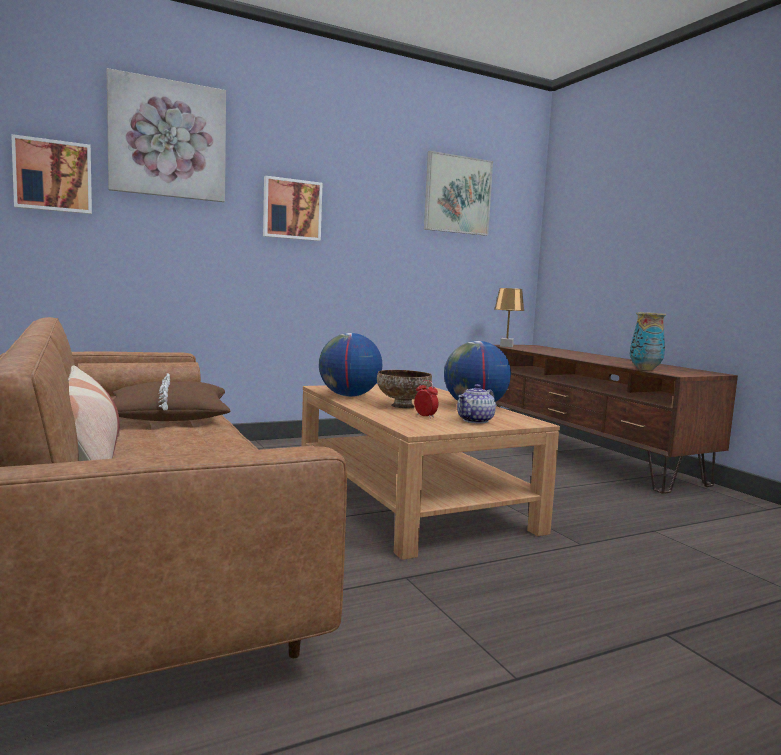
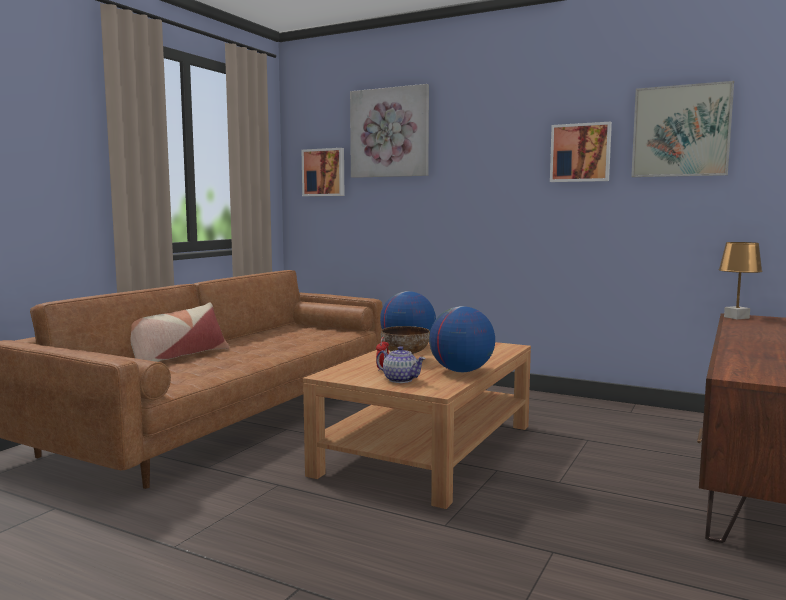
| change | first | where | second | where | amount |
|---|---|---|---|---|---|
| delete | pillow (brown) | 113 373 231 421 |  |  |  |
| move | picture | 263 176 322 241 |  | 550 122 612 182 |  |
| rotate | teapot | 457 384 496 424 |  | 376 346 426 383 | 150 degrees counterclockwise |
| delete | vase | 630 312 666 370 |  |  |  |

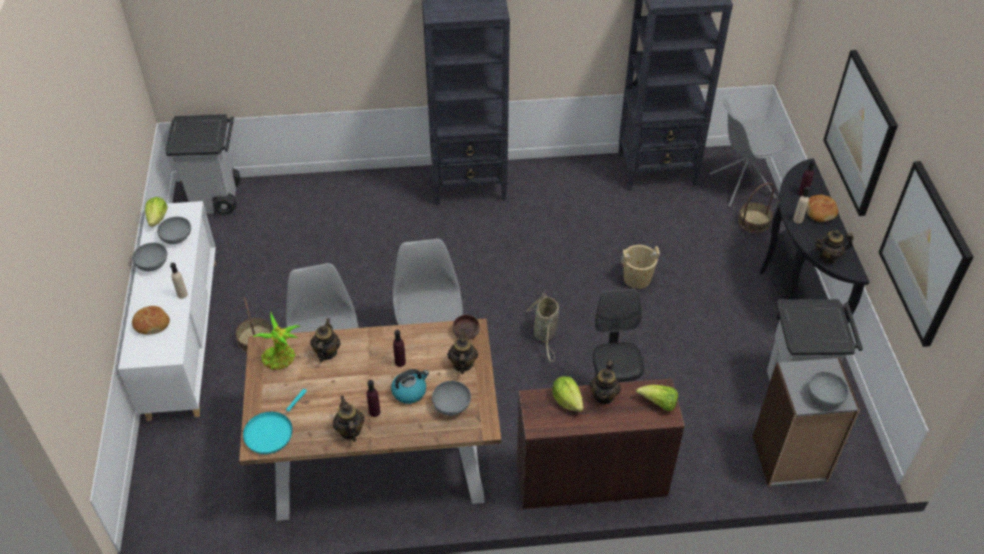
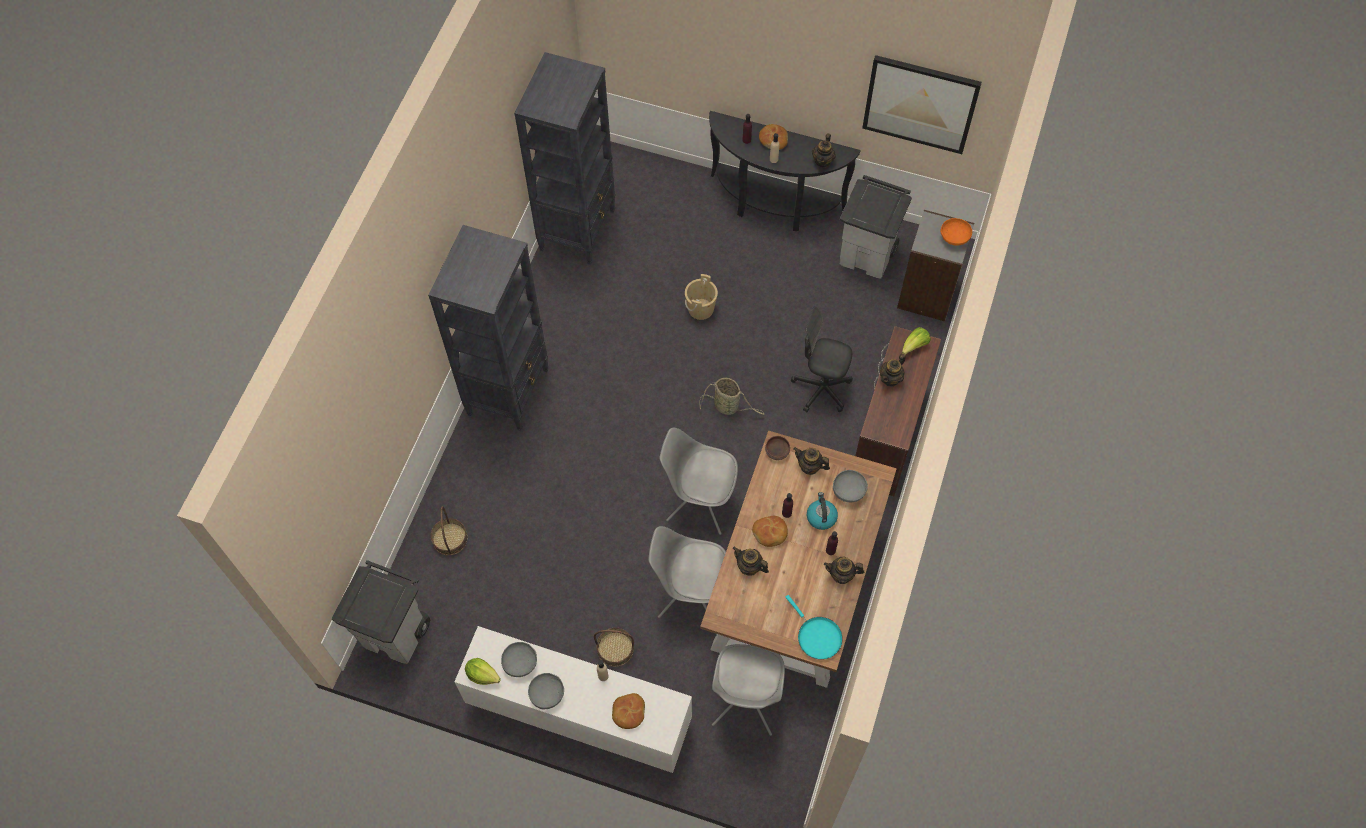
| change | first | where | second | where | amount |
|---|---|---|---|---|---|
| delete | potted plant | 253 312 300 370 |  |  |  |
| delete | lettuce | 553 376 583 412 |  |  |  |
| rotate | teapot | 589 360 621 404 |  | 880 354 906 387 | 90 degrees clockwise |
| move | chair (grey) | 709 99 788 207 |  | 712 644 785 736 |  |
| move | basket | 738 183 774 233 |  | 431 506 468 555 |  |
| recolor | bowl (grey) | 808 372 849 407 | bowl (orange) | 940 218 972 246 |  |
| delete | picture | 823 50 898 216 |  |  |  |
| insert |  |  | bread | 752 516 788 547 |  |

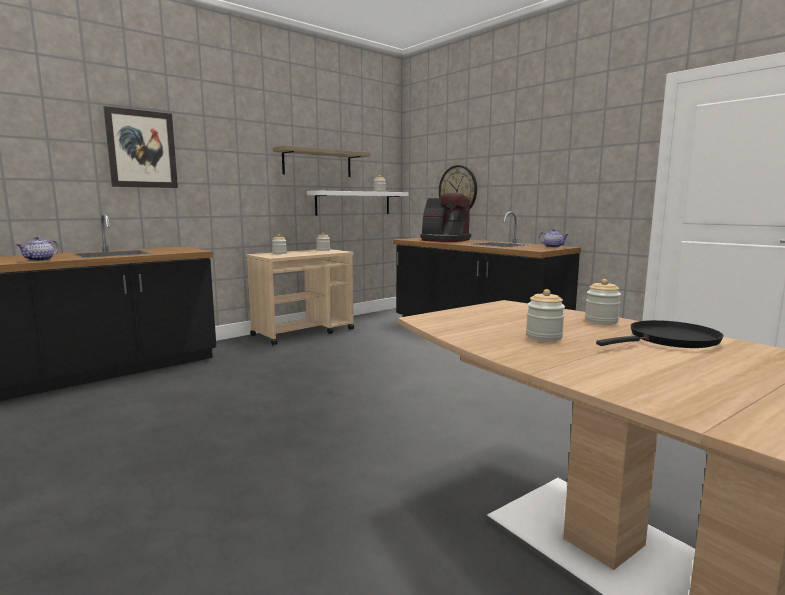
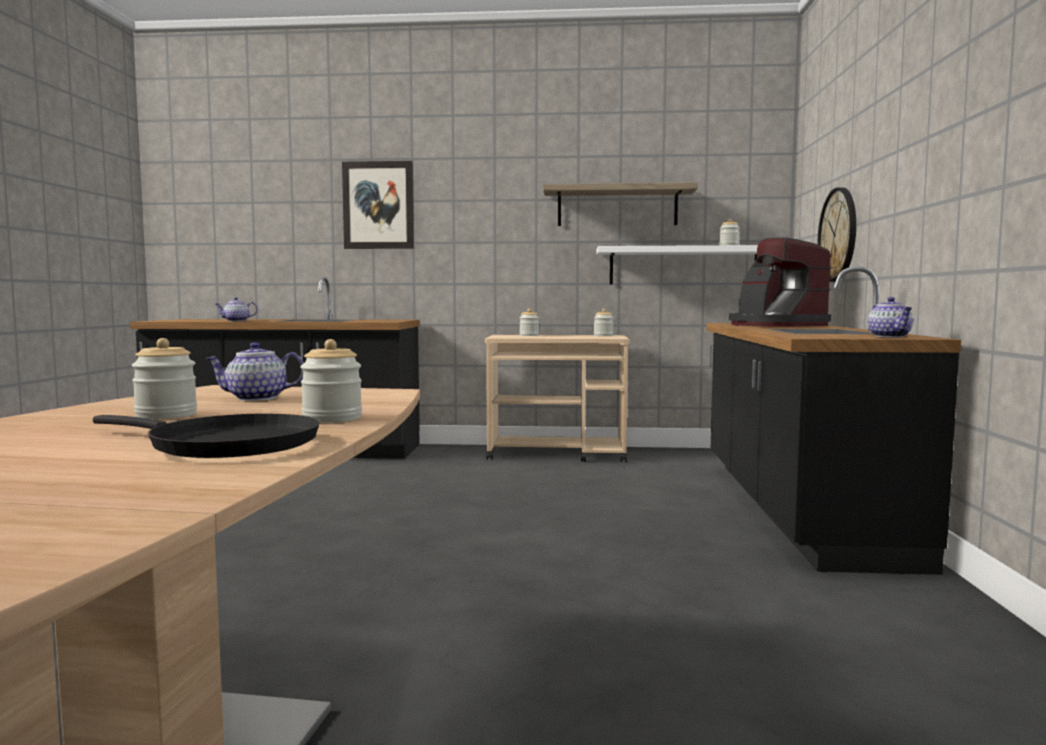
| change | first | where | second | where | amount |
|---|---|---|---|---|---|
| insert |  |  | teapot | 205 342 304 401 |  |

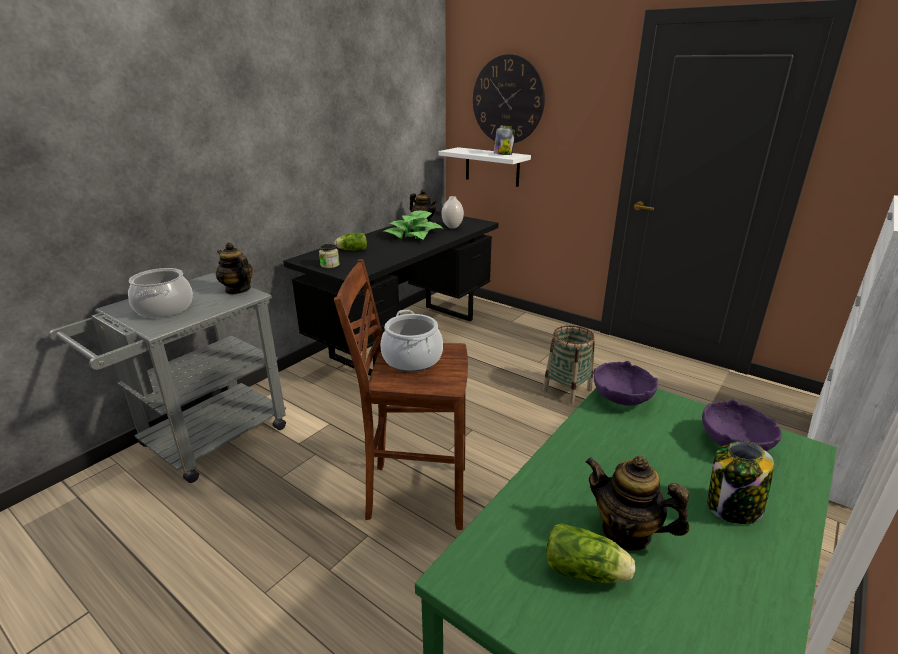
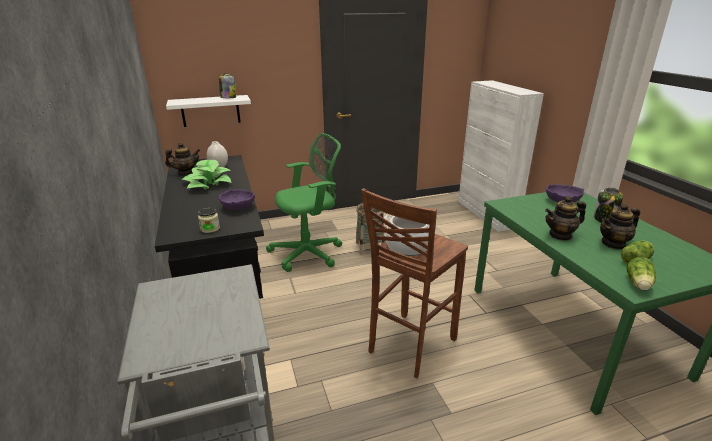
| change | first | where | second | where | amount |
|---|---|---|---|---|---|
| delete | cooking pot | 128 268 193 318 |  |  |  |
| move | teapot | 216 242 253 295 |  | 545 196 586 241 |  |
| move | lettuce | 334 232 367 251 |  | 626 257 656 290 |  |
| delete | wall clock | 473 54 545 143 |  |  |  |
| move | bowl (purple) | 594 361 658 406 |  | 219 189 255 210 |  |
| insert |  |  | office chair (green) | 266 133 342 272 |  |

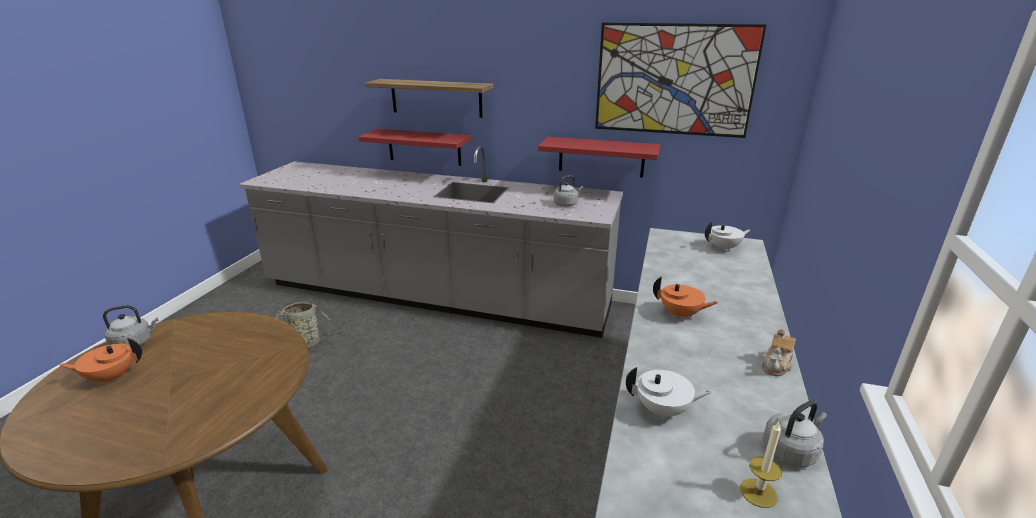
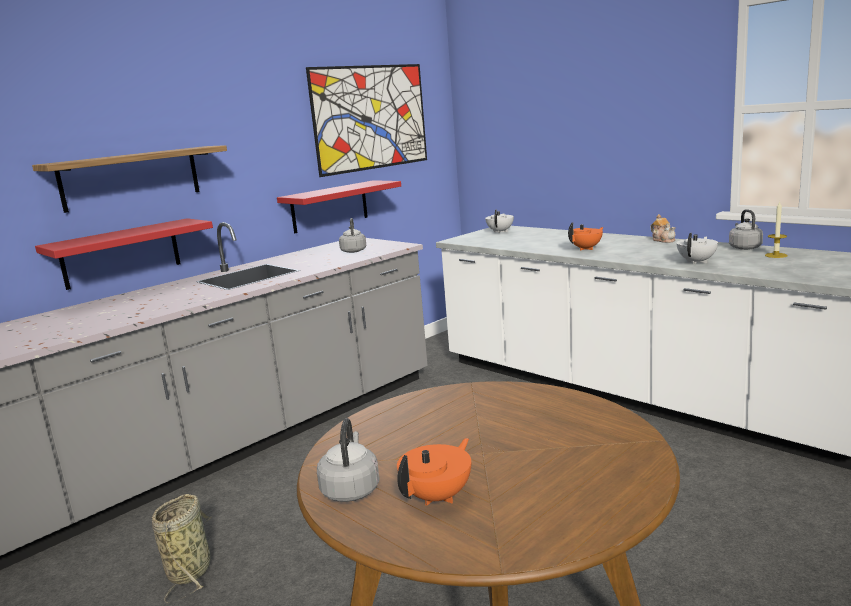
| change | first | where | second | where | amount |
|---|---|---|---|---|---|
| rotate | teapot (orange) | 59 338 142 384 |  | 397 438 471 506 | 150 degrees counterclockwise |

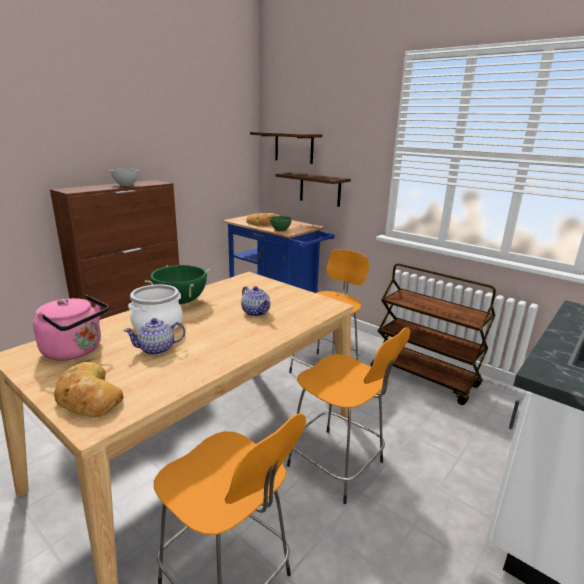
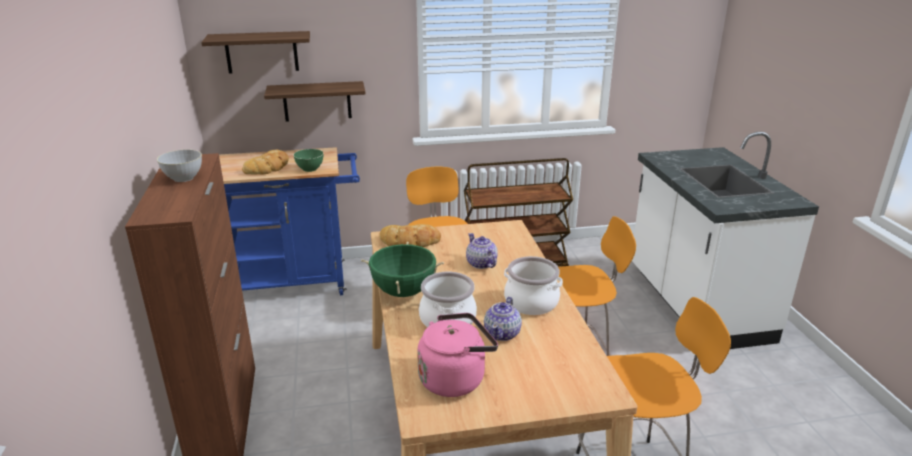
| change | first | where | second | where | amount |
|---|---|---|---|---|---|
| move | bread | 54 362 124 418 |  | 379 224 441 247 |  |
| rotate | teapot | 241 286 270 317 |  | 466 233 498 269 | 120 degrees counterclockwise |
| insert |  |  | cooking pot | 504 256 563 315 |  |

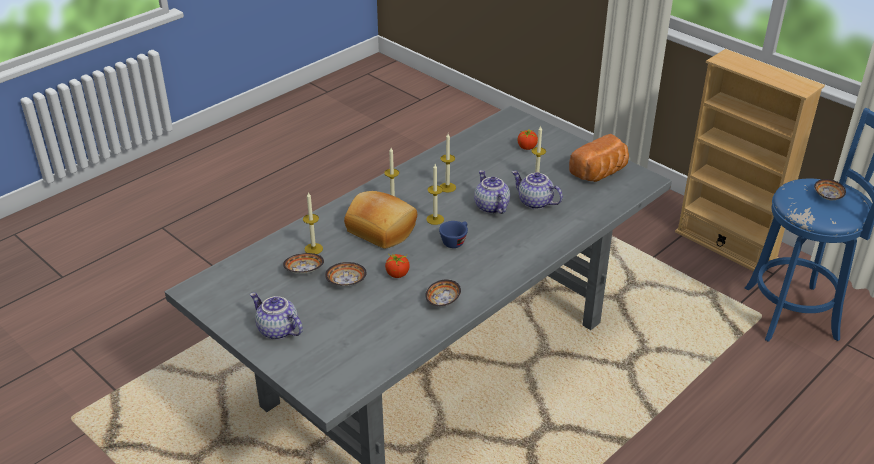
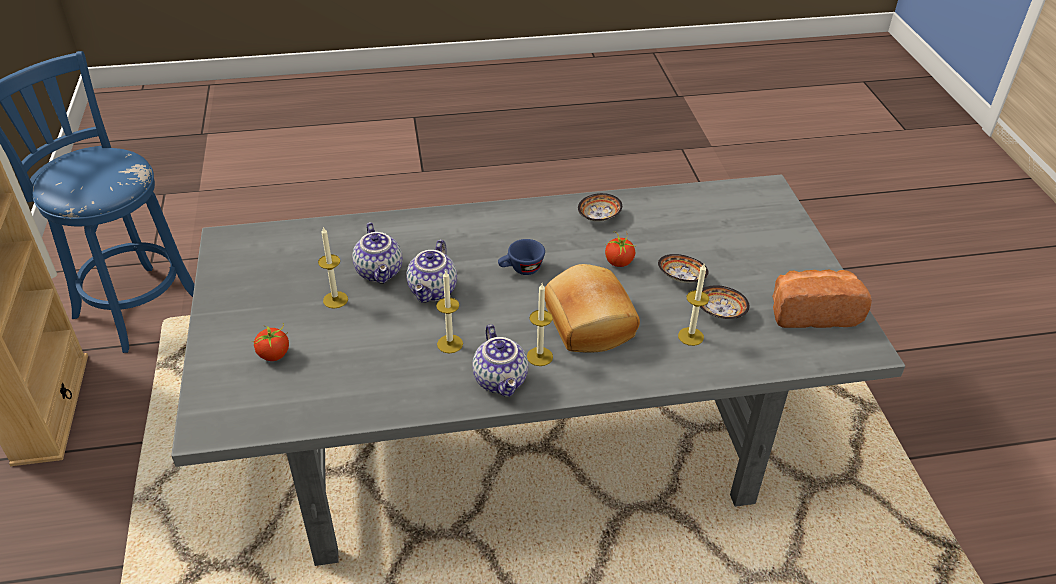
| change | first | where | second | where | amount |
|---|---|---|---|---|---|
| move | teapot | 250 292 303 340 |  | 472 324 528 397 |  |
| delete | candle | 426 164 444 225 |  |  |  |
| move | bread | 569 134 629 182 |  | 772 270 872 328 |  |
| delete | bowl | 814 179 846 200 |  |  |  |

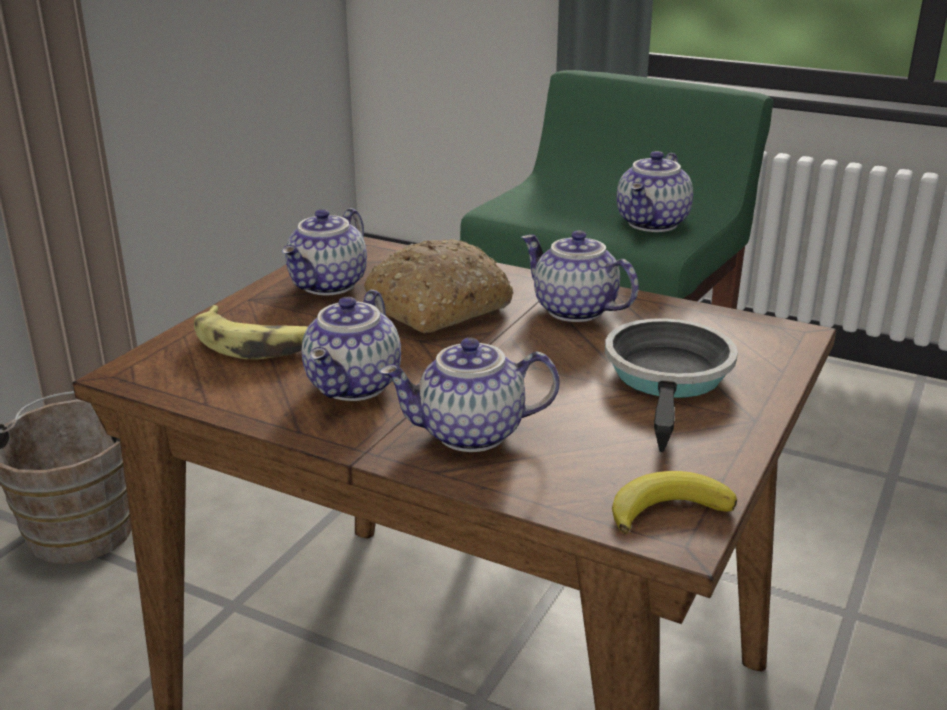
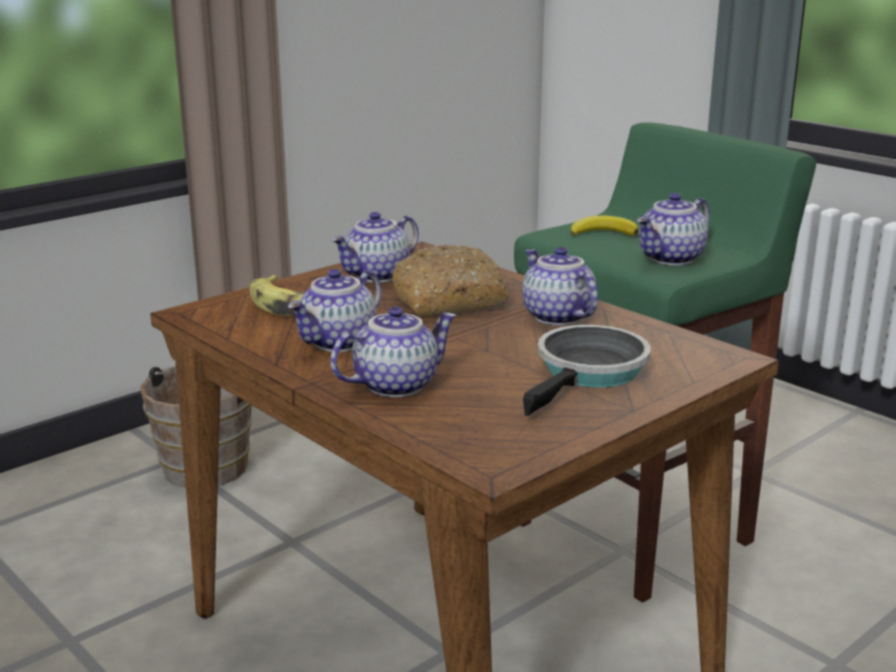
| change | first | where | second | where | amount |
|---|---|---|---|---|---|
| rotate | teapot | 379 338 560 452 |  | 330 306 457 397 | 135 degrees clockwise |
| move | banana | 612 471 737 534 |  | 571 216 638 236 |  |

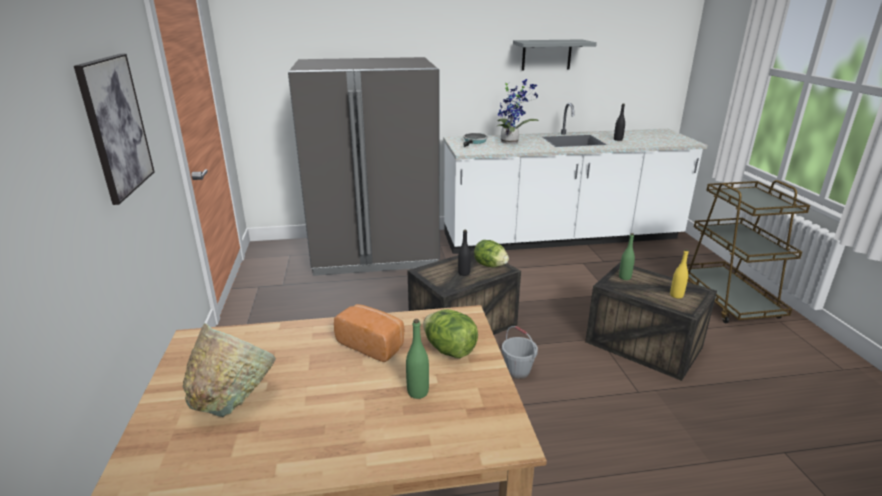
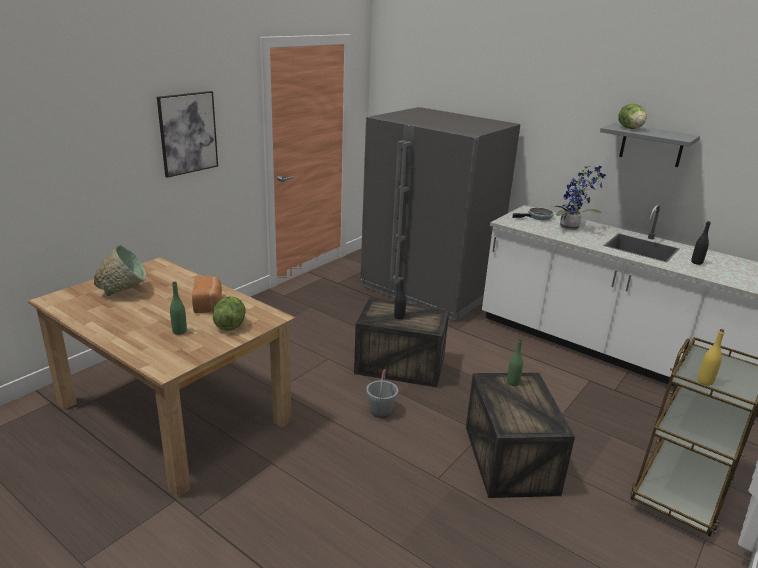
| change | first | where | second | where | amount |
|---|---|---|---|---|---|
| move | lettuce | 474 240 509 267 |  | 618 104 647 129 |  |
| move | bottle (yellow) | 670 249 689 299 |  | 698 329 724 386 |  |

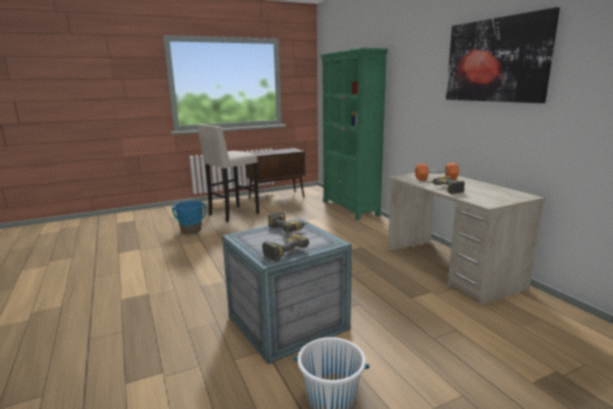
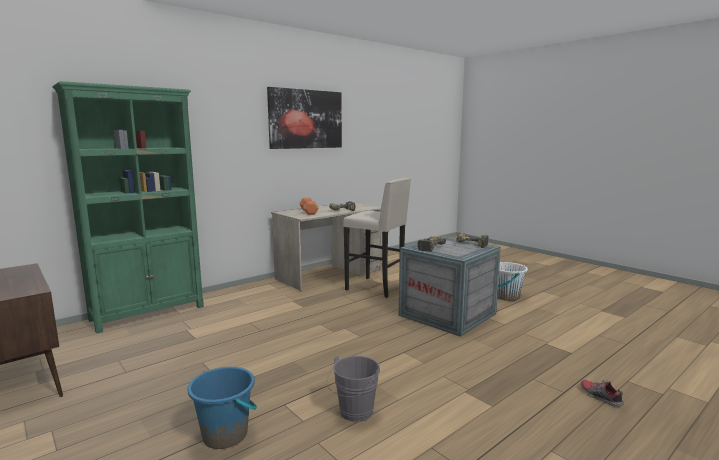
| change | first | where | second | where | amount |
|---|---|---|---|---|---|
| move | stool (beige) | 197 124 259 222 |  | 343 178 411 298 |  |
| insert |  |  | bucket (grey) | 327 356 380 422 |  |
| insert |  |  | shoe | 581 380 624 407 |  |

